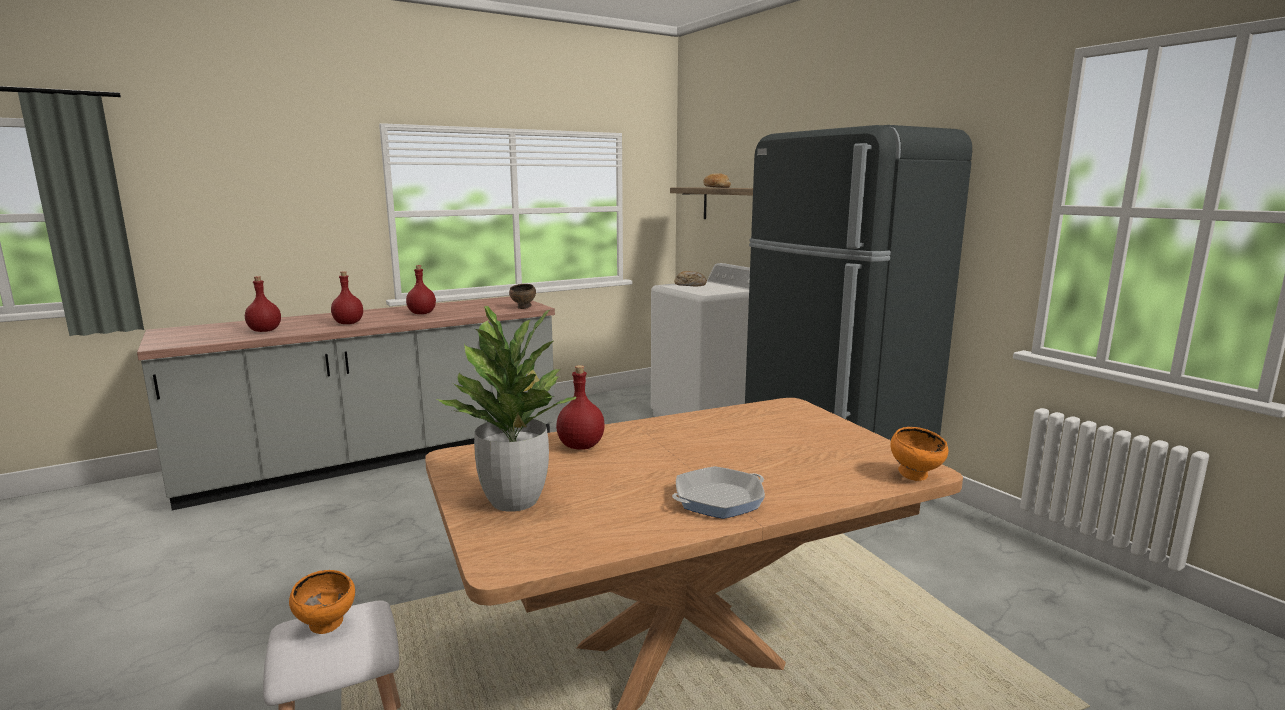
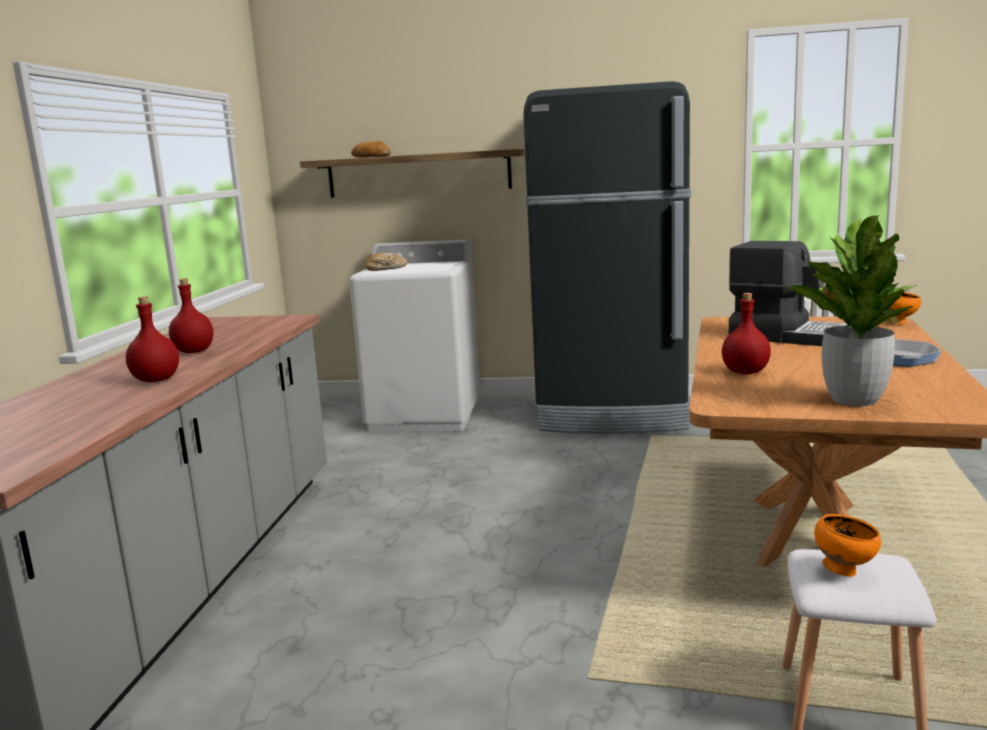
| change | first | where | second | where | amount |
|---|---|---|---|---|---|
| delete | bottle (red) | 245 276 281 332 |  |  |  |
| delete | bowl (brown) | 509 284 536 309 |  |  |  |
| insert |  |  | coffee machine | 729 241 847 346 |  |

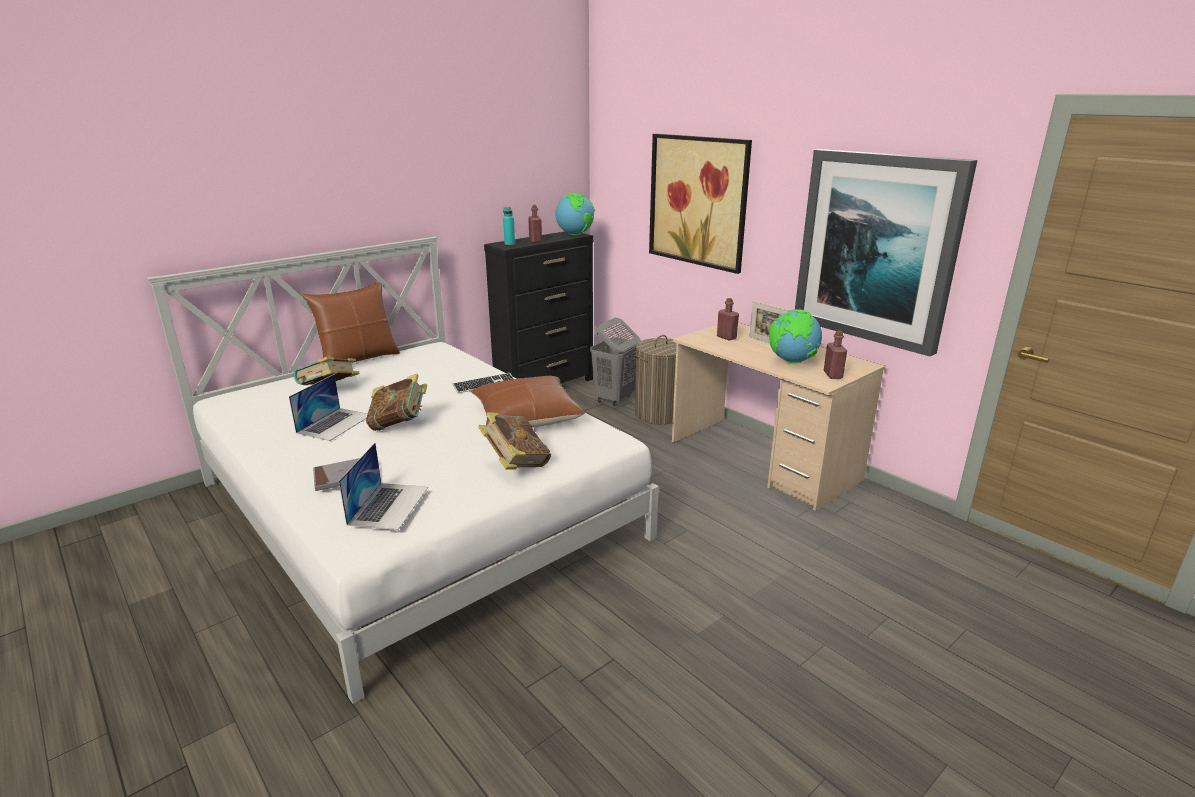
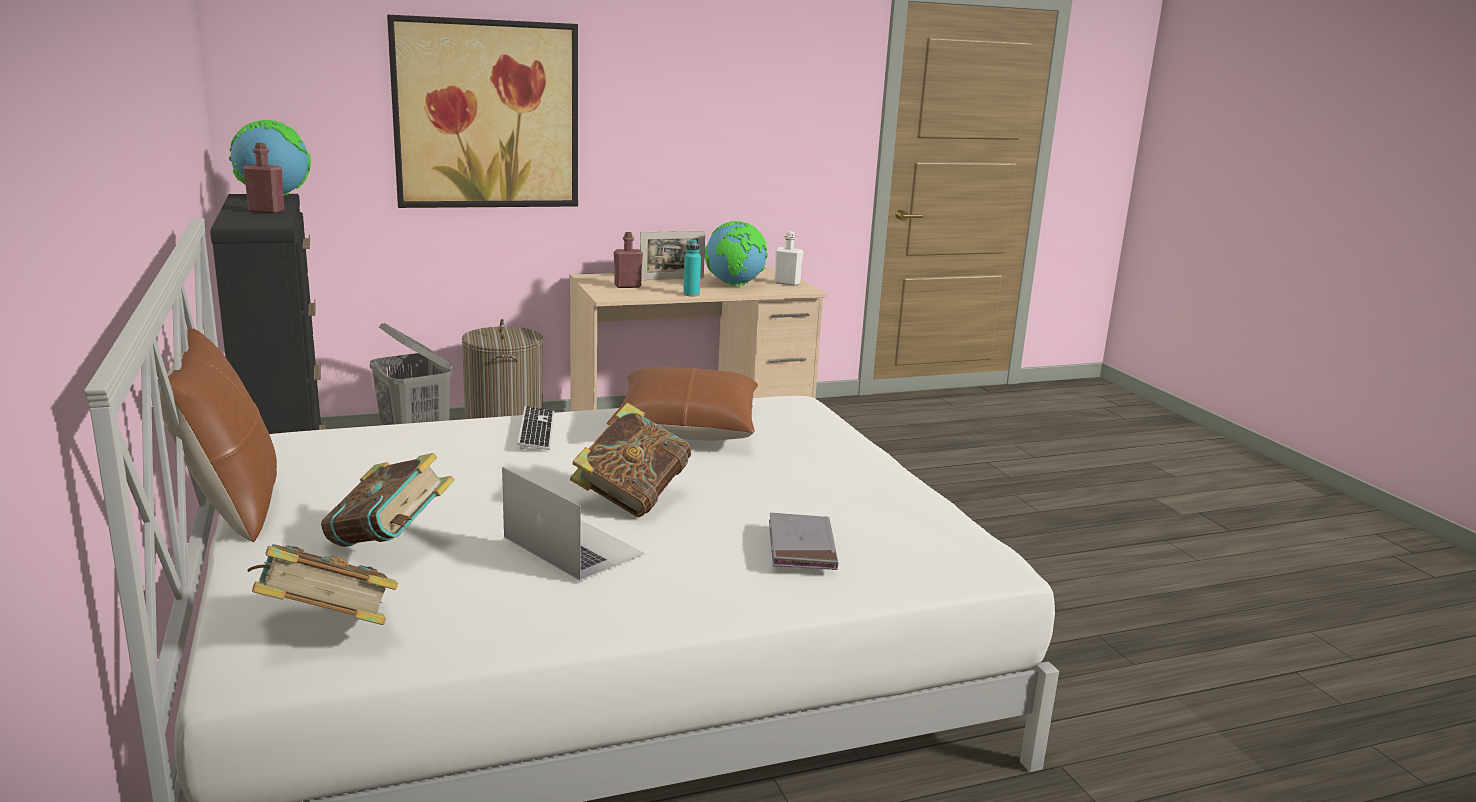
| change | first | where | second | where | amount |
|---|---|---|---|---|---|
| delete | laptop | 339 443 428 530 |  |  |  |
| move | book | 478 412 551 470 |  | 247 544 398 625 |  |
| move | bottle (turquoise) | 503 207 515 245 |  | 683 239 701 296 |  |
| delete | picture | 795 149 977 356 |  |  |  |
| recolor | bottle (red) | 823 330 847 379 | bottle (white) | 775 231 803 286 |  |

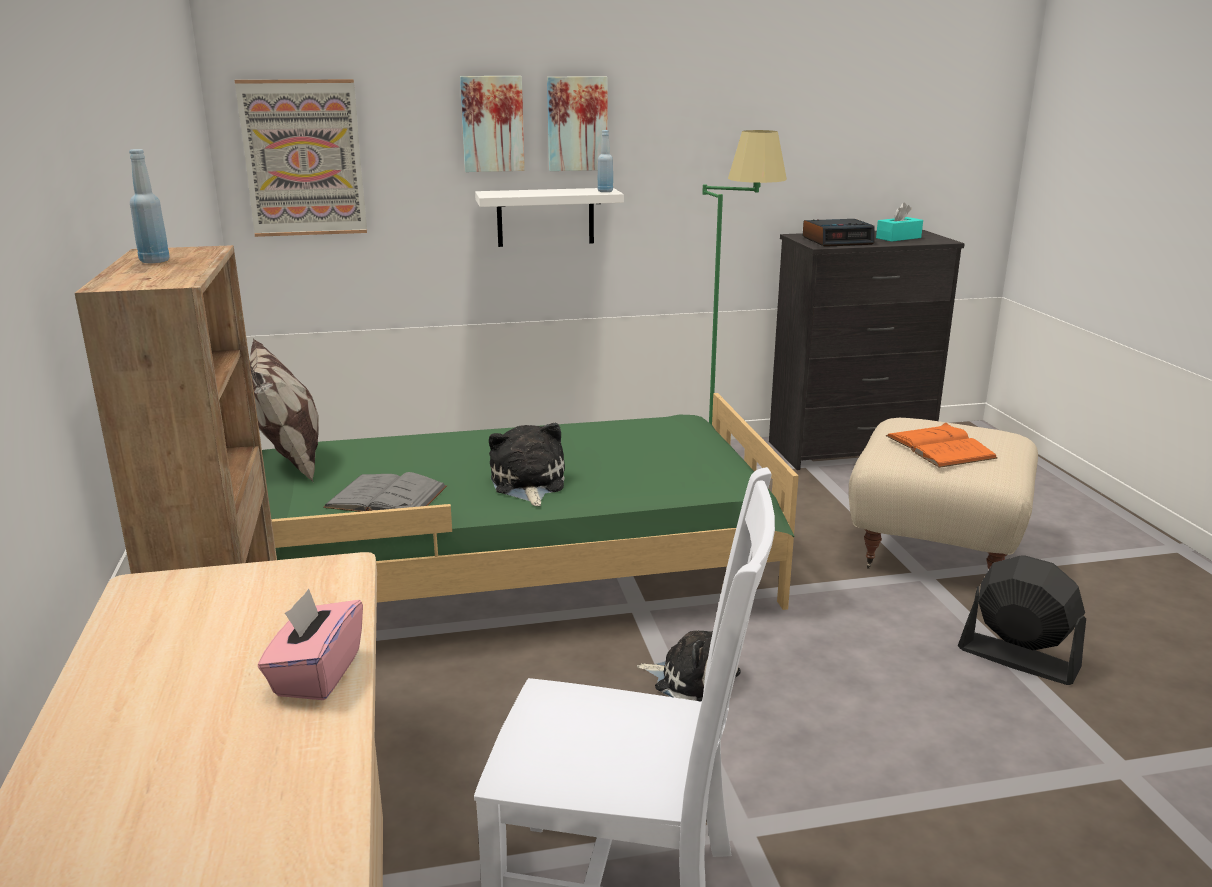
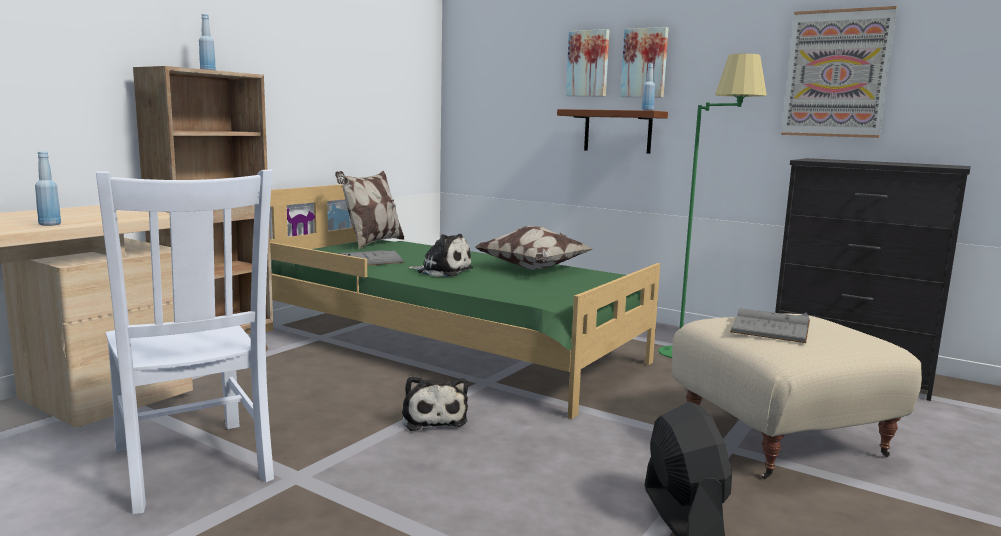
| change | first | where | second | where | amount |
|---|---|---|---|---|---|
| move | picture | 235 79 367 237 |  | 781 6 897 138 |  |
| replace | tissue box (pink) | 258 589 363 700 | bottle (blue) | 35 151 61 226 |  |
| recolor | shelf (white) | 475 188 624 247 | shelf (brown) | 557 109 668 154 |  |
| rotate | plush toy | 489 423 565 506 |  | 407 234 473 277 | 75 degrees clockwise |
| delete | alarm clock | 803 219 875 247 |  |  |  |
| delete | tissue box (turquoise) | 876 203 923 242 |  |  |  |
| recolor | book (orange) | 886 422 998 468 | book (grey) | 730 308 810 343 |  |
| insert |  |  | pillow | 475 225 593 270 |  |

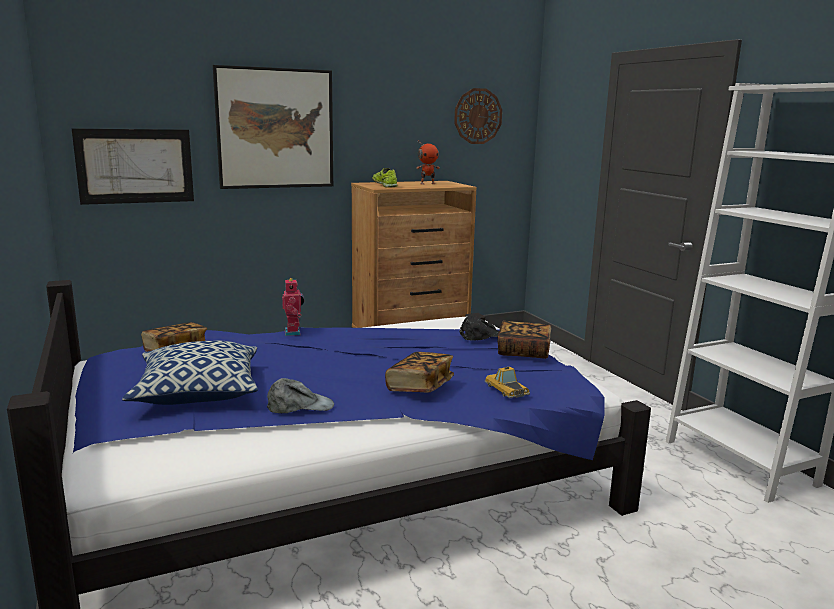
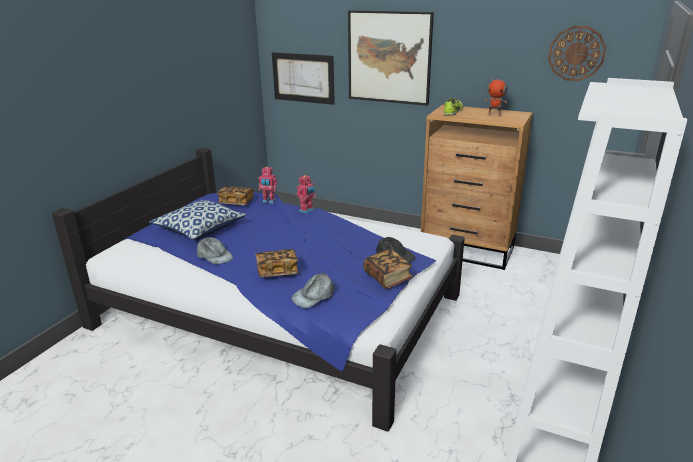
| change | first | where | second | where | amount |
|---|---|---|---|---|---|
| replace | toy car | 485 367 530 398 | cap (grey) | 291 273 334 308 |  |
| insert |  |  | toy robot | 259 167 278 203 |  |

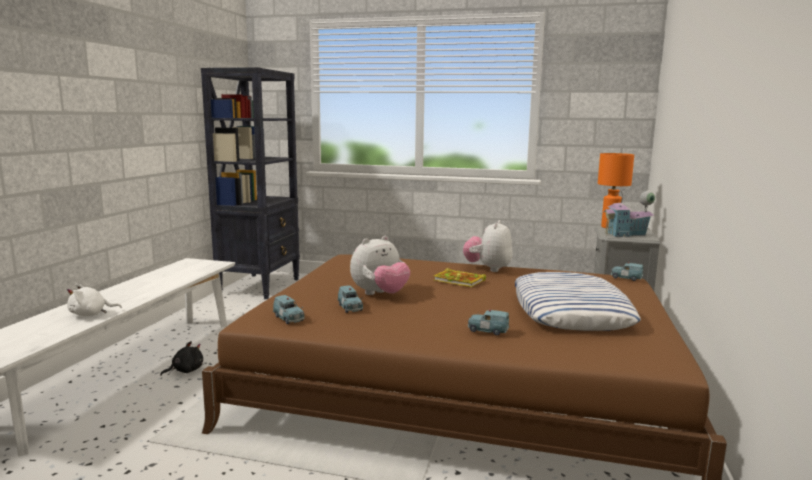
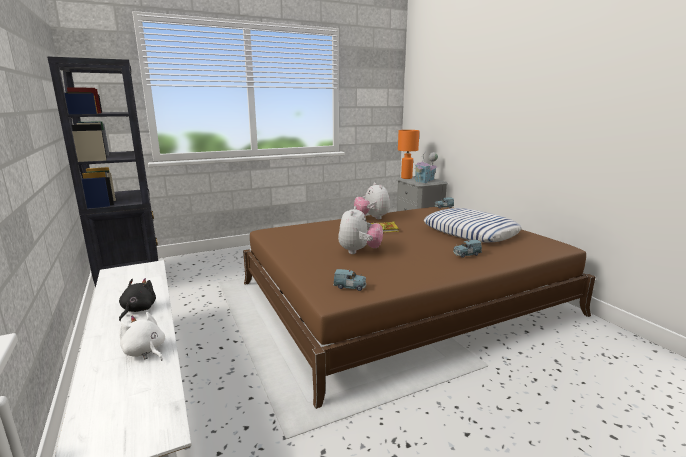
| change | first | where | second | where | amount |
|---|---|---|---|---|---|
| rotate | plush toy (white) | 67 284 122 316 |  | 119 312 165 361 | 105 degrees clockwise |
| move | plush toy (black) | 160 341 203 376 |  | 119 278 156 321 |  |
| delete | toy car (blue) | 337 285 363 313 |  |  |  |

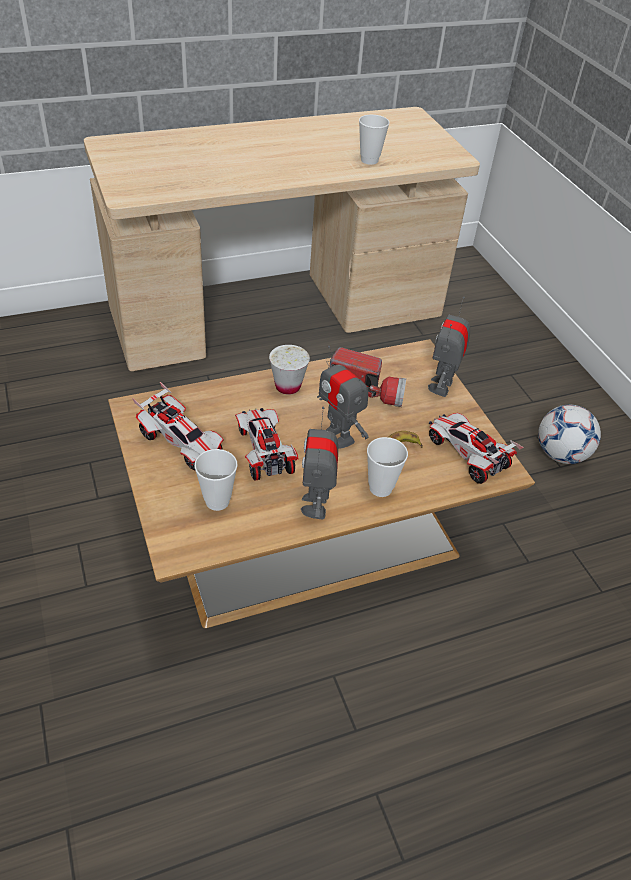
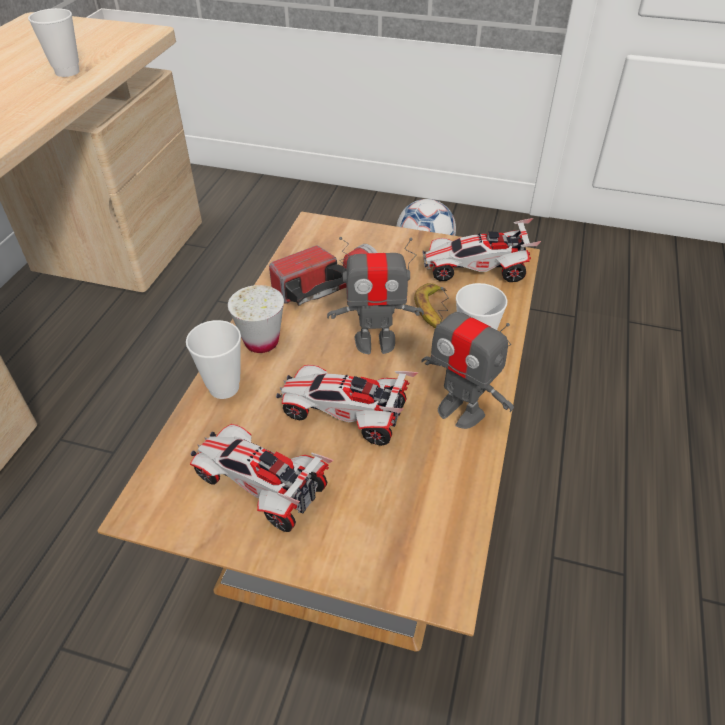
| change | first | where | second | where | amount |
|---|---|---|---|---|---|
| rotate | toy car | 133 382 224 471 |  | 190 424 333 532 | 135 degrees counterclockwise |
| move | cup | 194 449 238 511 |  | 186 320 241 399 |  |
| delete | toy robot | 428 297 470 397 |  |  |  |

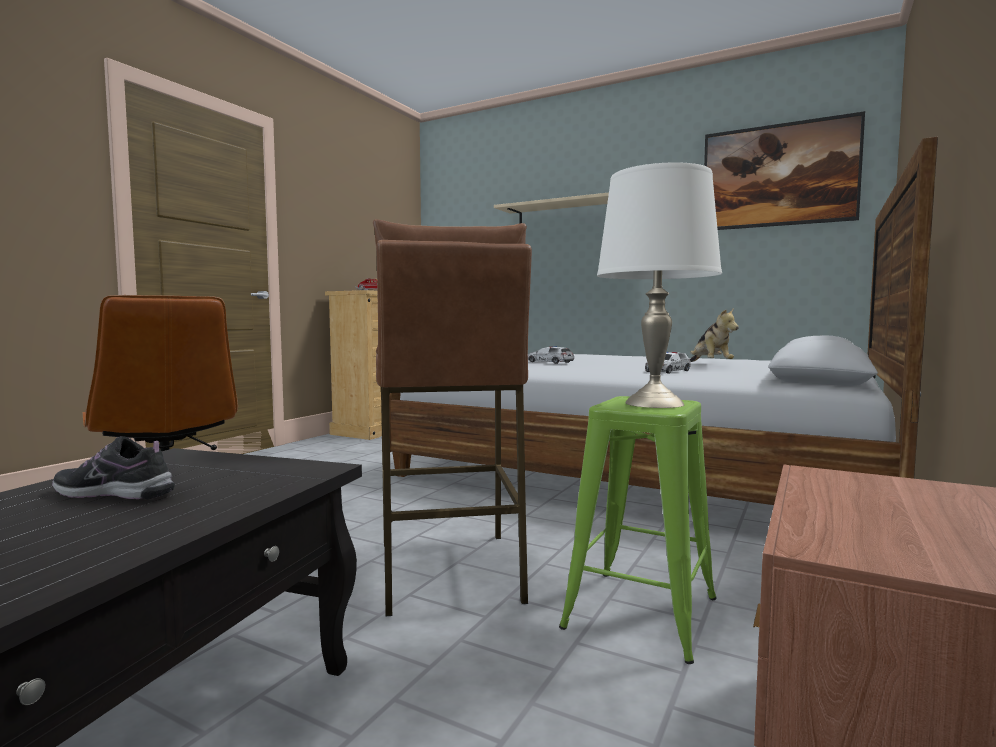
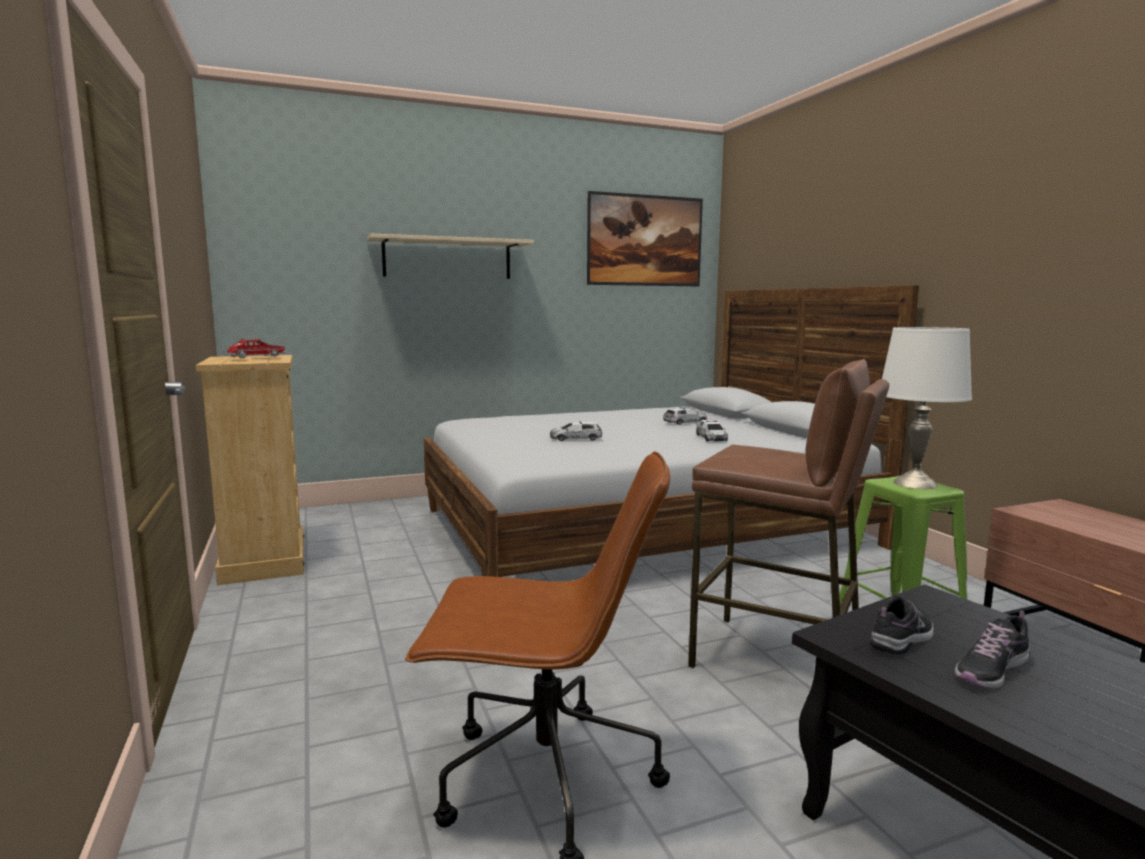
| change | first | where | second | where | amount |
|---|---|---|---|---|---|
| replace | plush toy | 690 309 739 362 | toy car | 663 407 707 425 |  |
| insert |  |  | shoe | 870 595 934 655 |  |

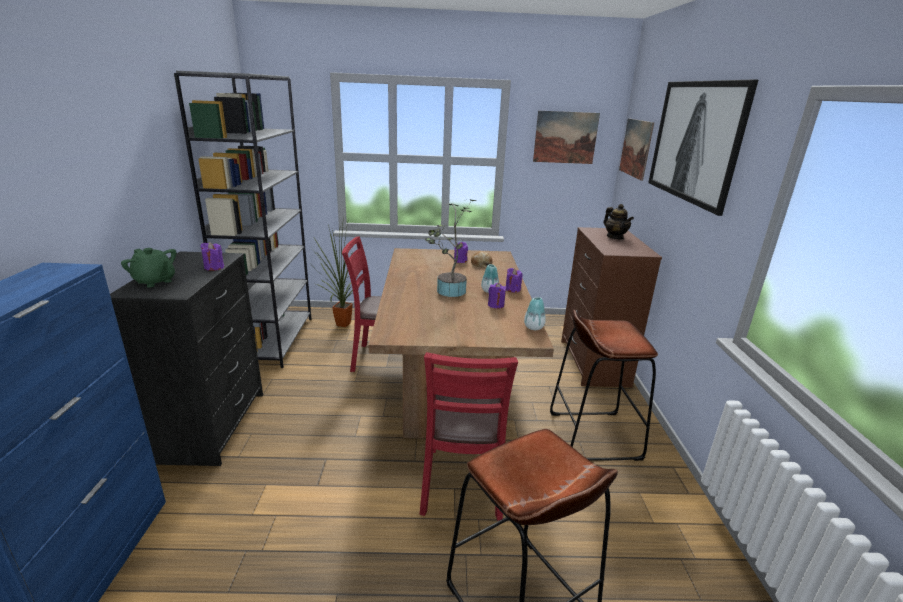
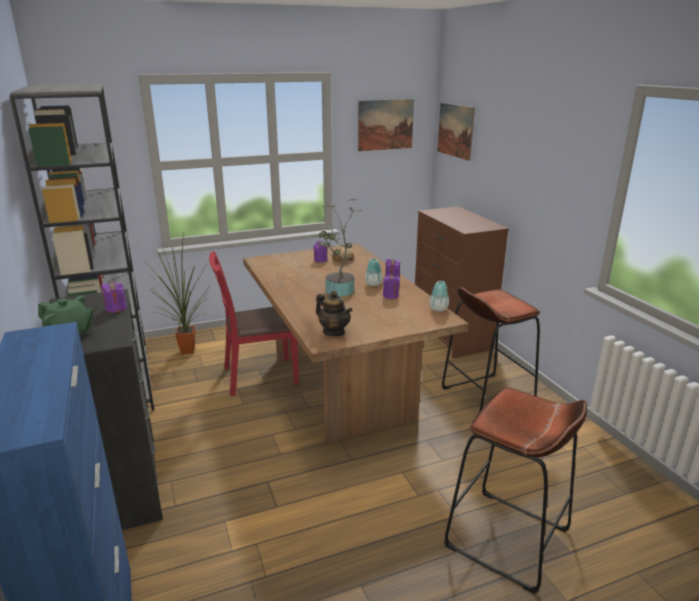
| change | first | where | second | where | amount |
|---|---|---|---|---|---|
| delete | chair (red) | 420 352 518 521 |  |  |  |
| move | teapot | 604 204 634 239 |  | 316 291 353 336 |  |
| delete | picture | 648 79 758 216 |  |  |  |

